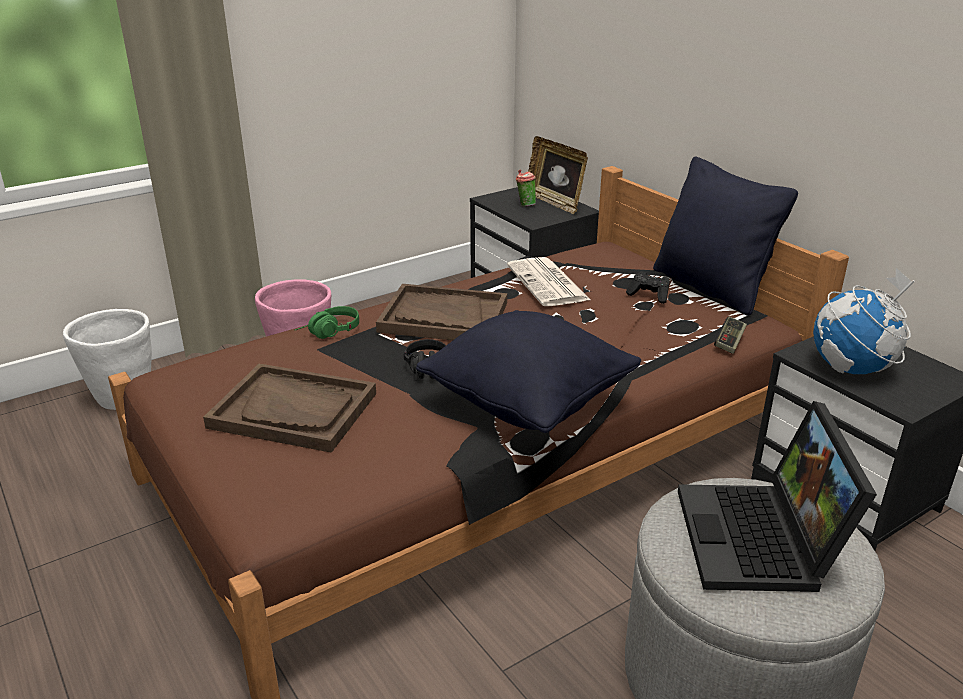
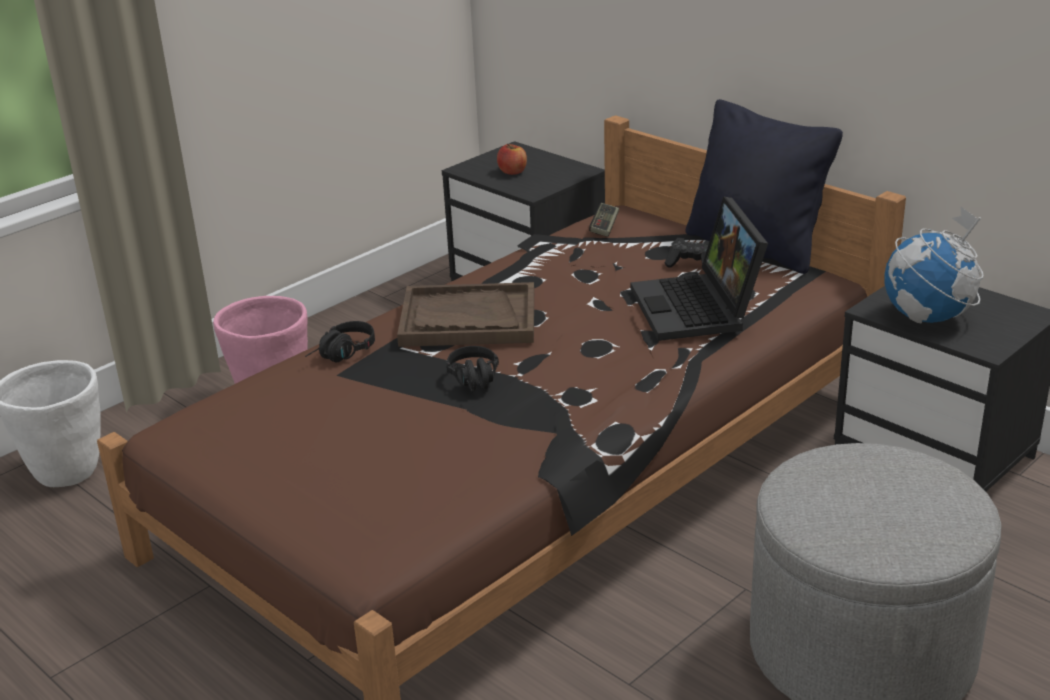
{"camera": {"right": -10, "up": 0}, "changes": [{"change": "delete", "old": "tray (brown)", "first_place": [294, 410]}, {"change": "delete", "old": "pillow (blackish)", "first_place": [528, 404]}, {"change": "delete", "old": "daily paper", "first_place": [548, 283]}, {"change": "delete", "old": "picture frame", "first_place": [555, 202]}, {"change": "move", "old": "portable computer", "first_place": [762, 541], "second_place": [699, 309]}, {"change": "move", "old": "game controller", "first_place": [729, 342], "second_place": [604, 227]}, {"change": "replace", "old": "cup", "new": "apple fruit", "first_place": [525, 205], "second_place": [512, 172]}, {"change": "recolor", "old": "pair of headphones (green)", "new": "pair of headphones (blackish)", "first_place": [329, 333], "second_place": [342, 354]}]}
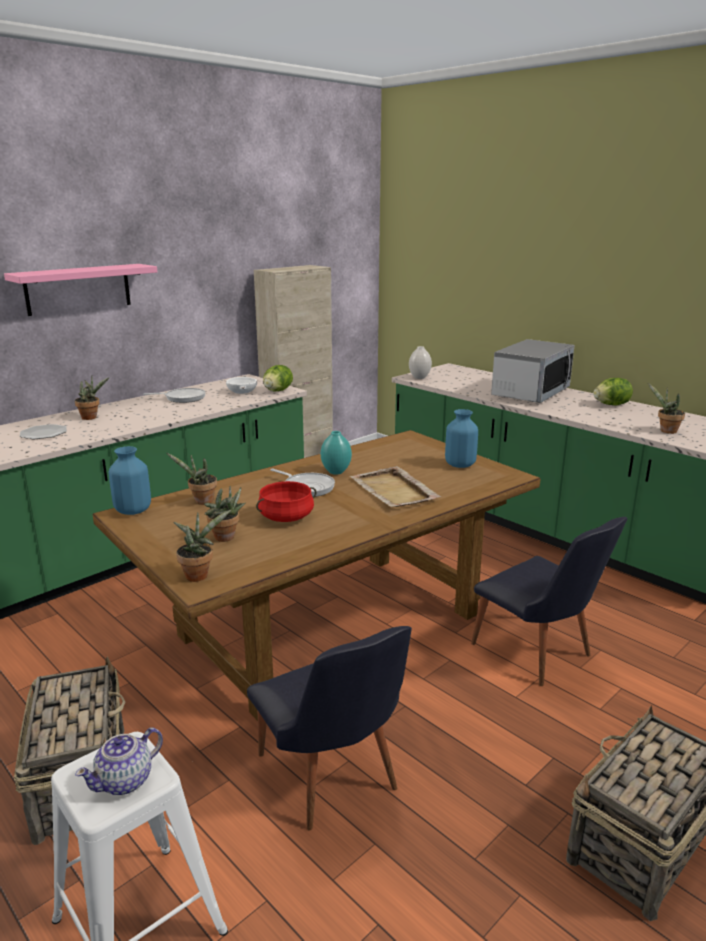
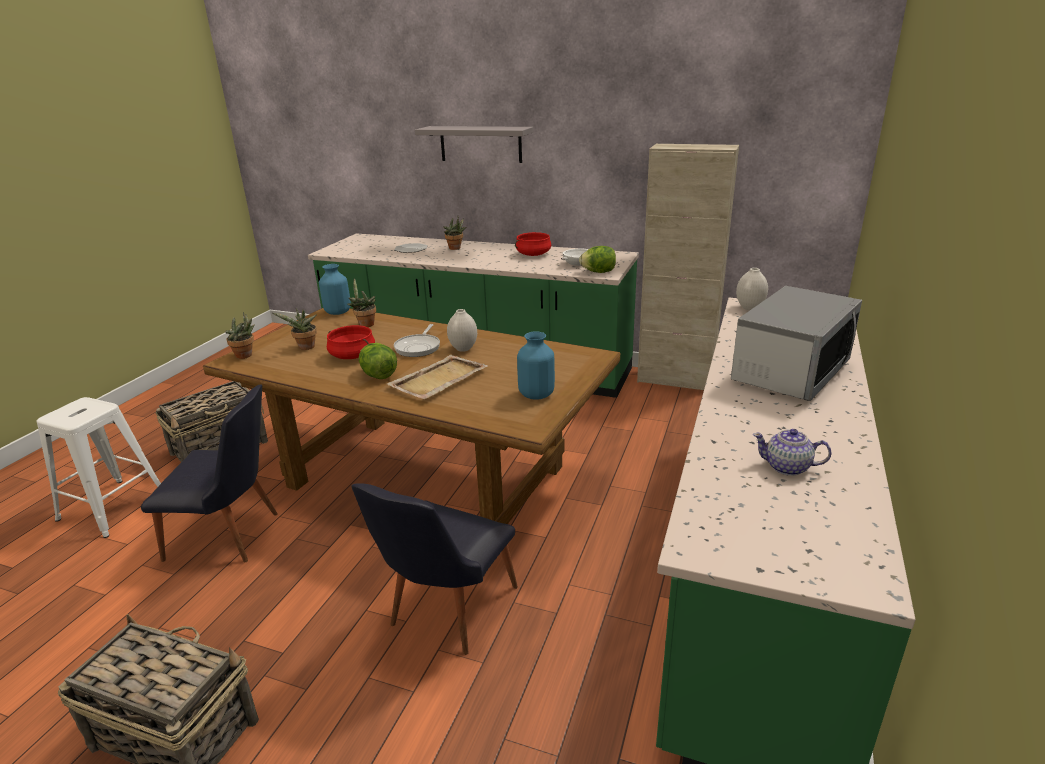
{"camera": {"right": 65, "up": 5}, "changes": [{"change": "delete", "old": "houseplant", "first_place": [665, 431]}, {"change": "move", "old": "teapot", "first_place": [126, 780], "second_place": [788, 467]}, {"change": "move", "old": "lettuce head", "first_place": [611, 405], "second_place": [378, 375]}, {"change": "replace", "old": "pan", "new": "stockpot (red)", "first_place": [182, 398], "second_place": [533, 254]}, {"change": "recolor", "old": "wall shelf (pink)", "new": "wall shelf (grey)", "first_place": [78, 289], "second_place": [480, 144]}, {"change": "recolor", "old": "vase (turquoise)", "new": "vase (whitish)", "first_place": [336, 472], "second_place": [463, 349]}, {"change": "rotate", "old": "plain chair (blackish)", "first_place": [332, 781], "second_place": [233, 537], "degrees": -120}, {"change": "rotate", "old": "microwave", "first_place": [530, 393], "second_place": [790, 372], "degrees": -60}]}
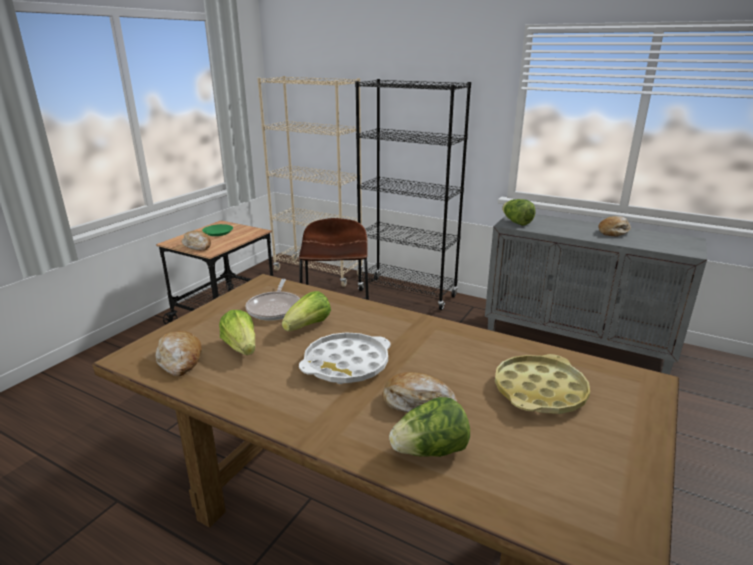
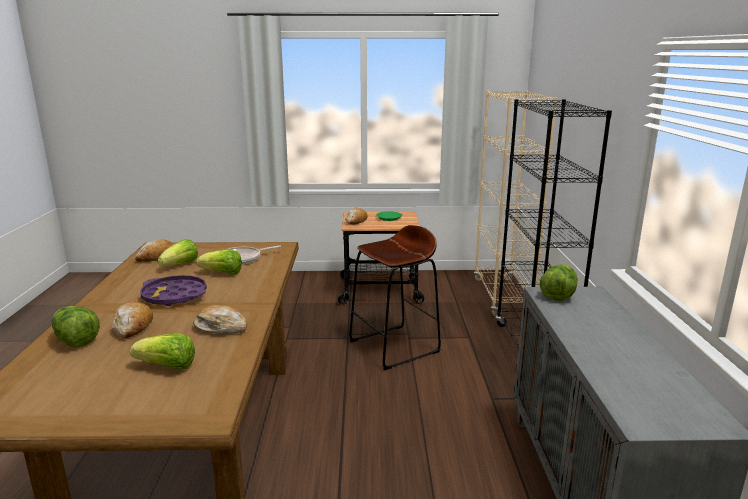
{"camera": {"right": 60, "up": -5}, "changes": [{"change": "move", "old": "baked bread", "first_place": [614, 232], "second_place": [221, 327]}, {"change": "replace", "old": "tray (yellow)", "new": "lettuce head", "first_place": [540, 391], "second_place": [167, 366]}, {"change": "recolor", "old": "tray (whitish)", "new": "tray (purplish)", "first_place": [346, 364], "second_place": [174, 296]}]}
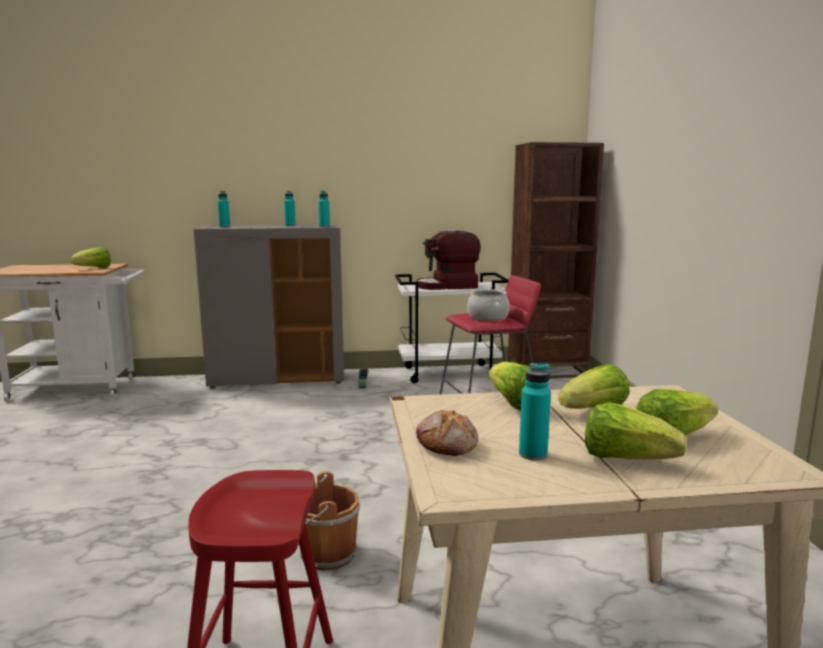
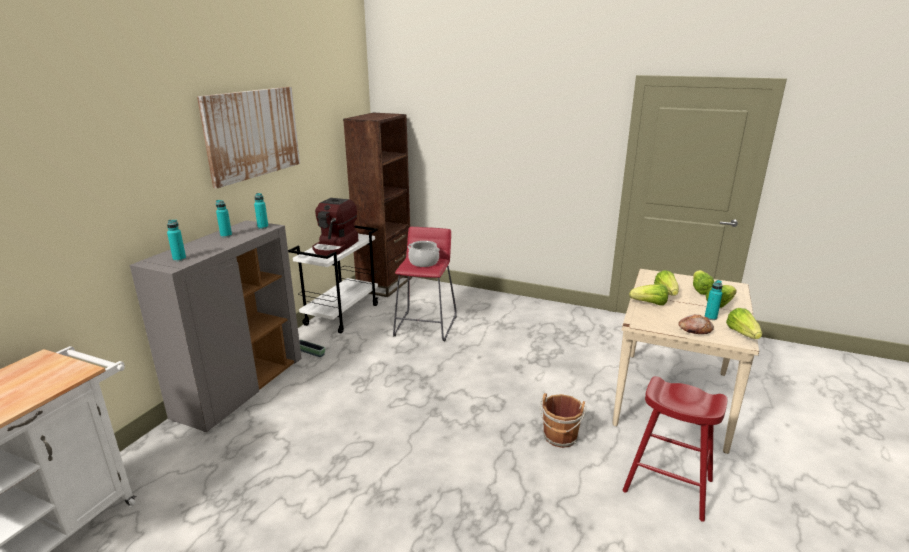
{"camera": {"right": -60, "up": 10}, "changes": [{"change": "insert", "new": "wall picture", "second_place": [253, 134]}, {"change": "move", "old": "lettuce head", "first_place": [94, 268], "second_place": [742, 334]}]}
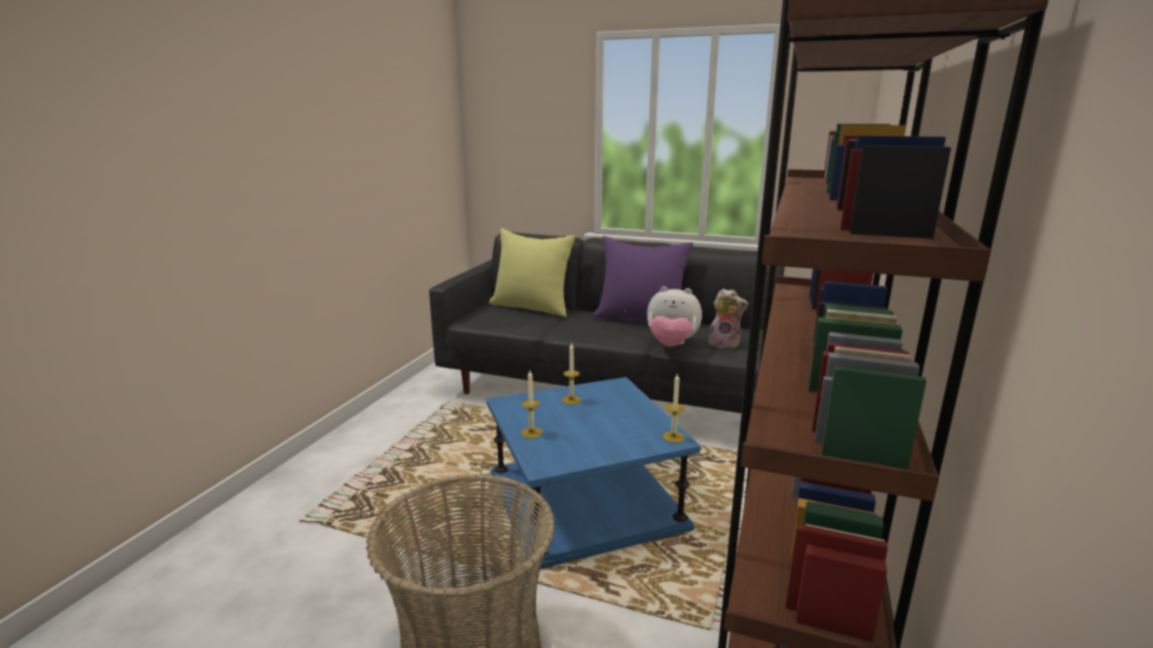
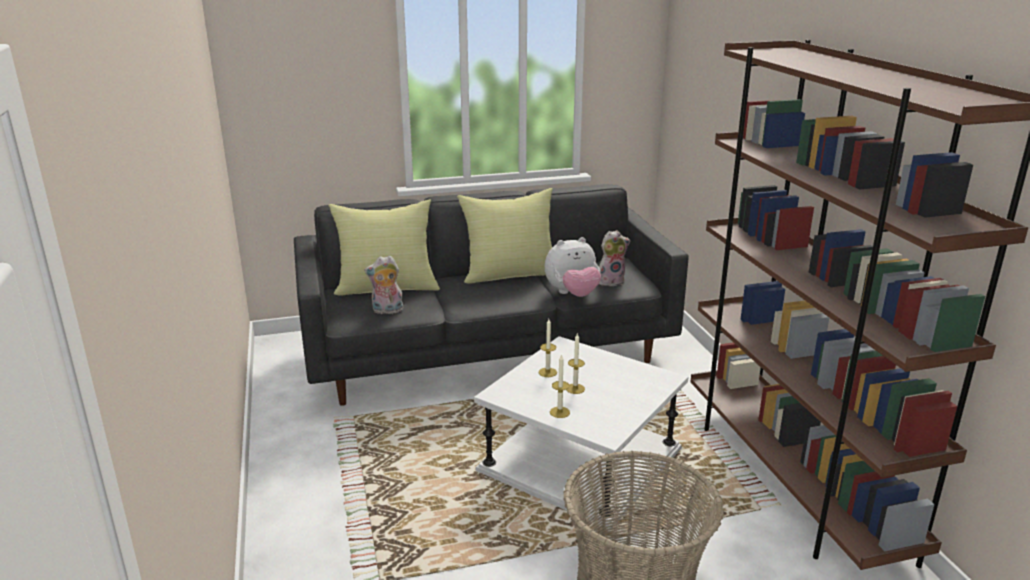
{"camera": {"right": -35, "up": 5}, "changes": [{"change": "insert", "new": "soft toy", "second_place": [387, 311]}, {"change": "move", "old": "candle", "first_place": [673, 437], "second_place": [575, 388]}, {"change": "recolor", "old": "side table (bluish)", "new": "side table (whitish)", "first_place": [584, 500], "second_place": [580, 460]}, {"change": "recolor", "old": "pillow (purplish)", "new": "pillow (yellow)", "first_place": [641, 319], "second_place": [511, 274]}]}
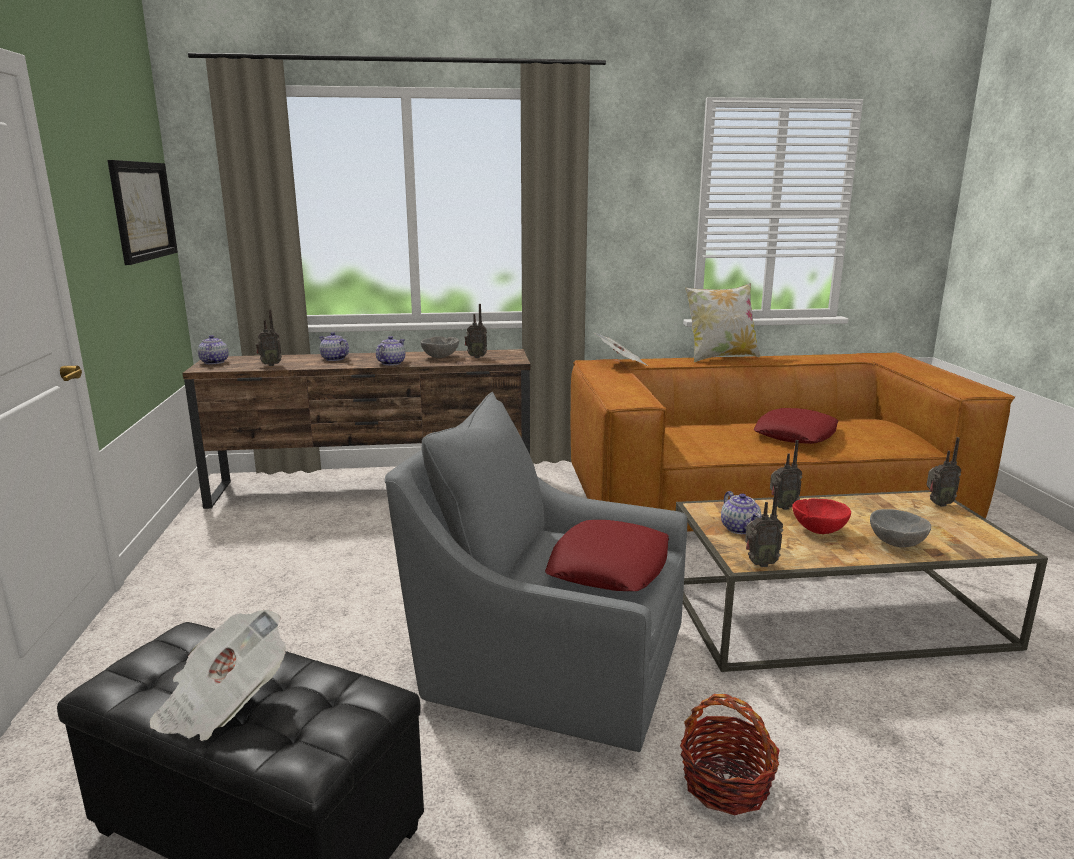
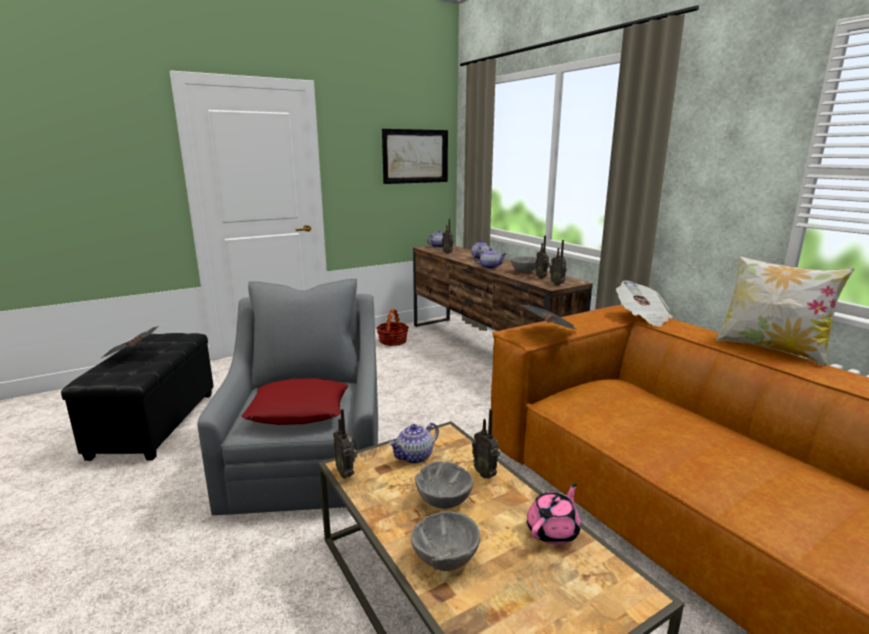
{"camera": {"right": 65, "up": 0}, "changes": [{"change": "delete", "old": "pillow (red)", "first_place": [795, 434]}, {"change": "insert", "new": "daily paper", "second_place": [550, 333]}, {"change": "insert", "new": "teapot (pink)", "second_place": [553, 531]}, {"change": "move", "old": "basket", "first_place": [726, 784], "second_place": [393, 341]}, {"change": "move", "old": "radio receiver", "first_place": [937, 504], "second_place": [557, 284]}, {"change": "recolor", "old": "deep dish (red)", "new": "deep dish (grey)", "first_place": [818, 530], "second_place": [443, 500]}]}
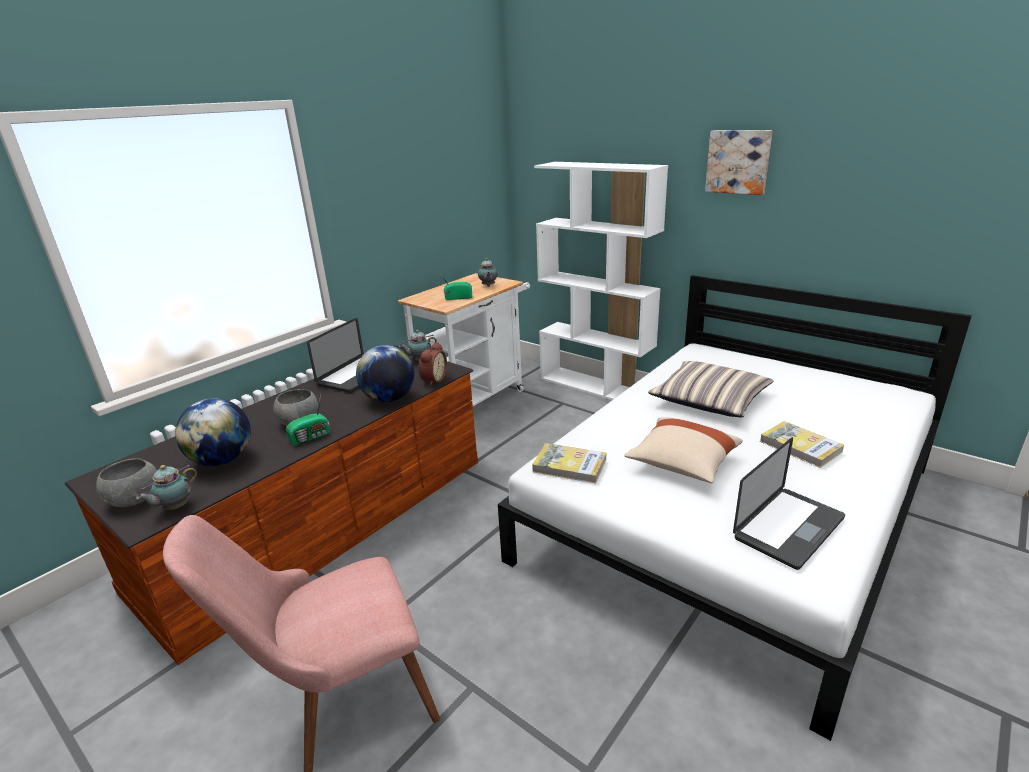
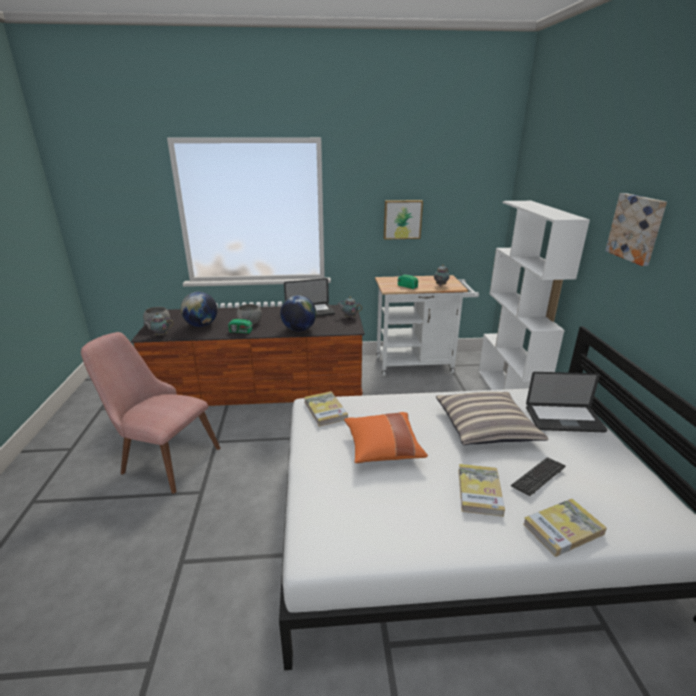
{"camera": {"right": 45, "up": 0}, "changes": [{"change": "delete", "old": "table clock", "first_place": [432, 380]}, {"change": "insert", "new": "wall picture", "second_place": [402, 219]}, {"change": "insert", "new": "keyboard", "second_place": [538, 477]}, {"change": "insert", "new": "volume", "second_place": [563, 529]}, {"change": "move", "old": "portable computer", "first_place": [788, 528], "second_place": [564, 419]}, {"change": "recolor", "old": "pillow (beige)", "new": "pillow (orange)", "first_place": [682, 464], "second_place": [382, 448]}]}
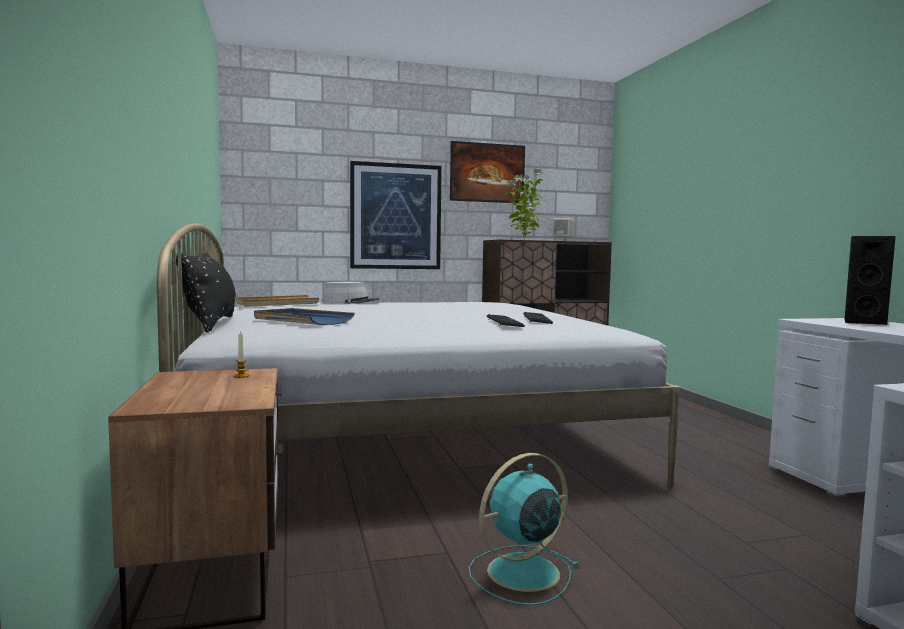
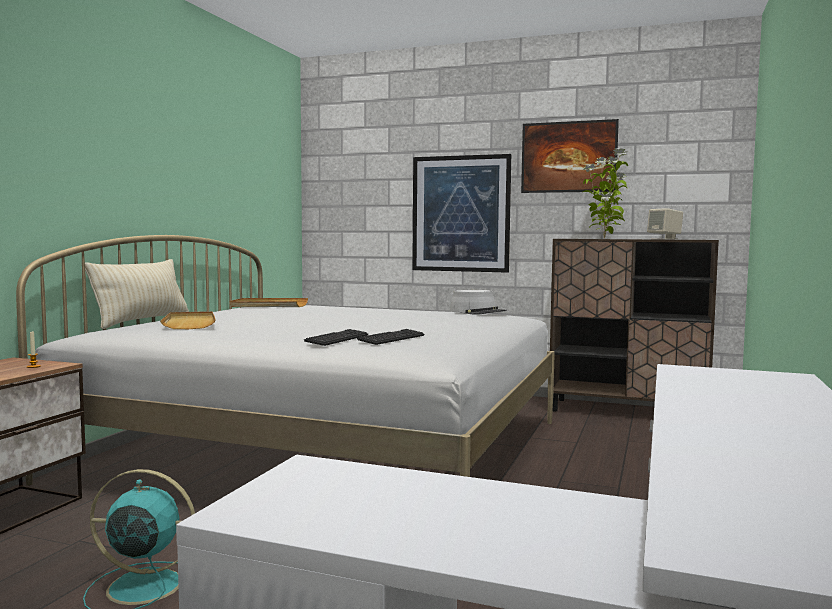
{"camera": {"right": 35, "up": 0}, "changes": [{"change": "delete", "old": "audio speaker (blackish)", "first_place": [862, 322]}, {"change": "move", "old": "hat (grey)", "first_place": [350, 302], "second_place": [477, 312]}, {"change": "recolor", "old": "pillow (blackish)", "new": "pillow (beige)", "first_place": [209, 324], "second_place": [142, 321]}, {"change": "recolor", "old": "tray (bluish)", "new": "tray (beige)", "first_place": [301, 320], "second_place": [190, 323]}]}
